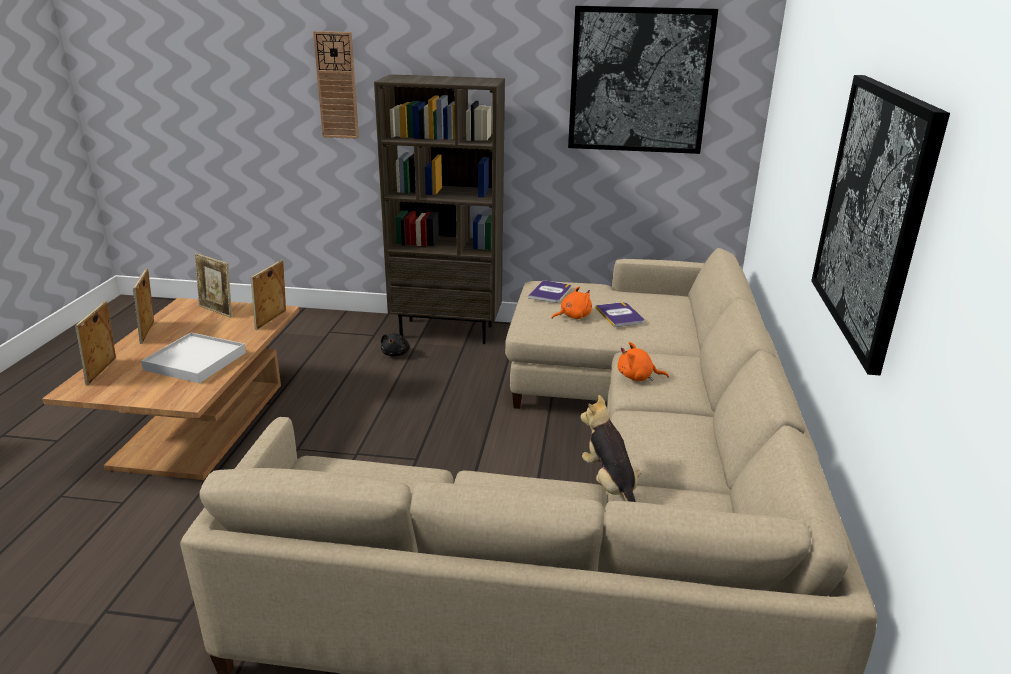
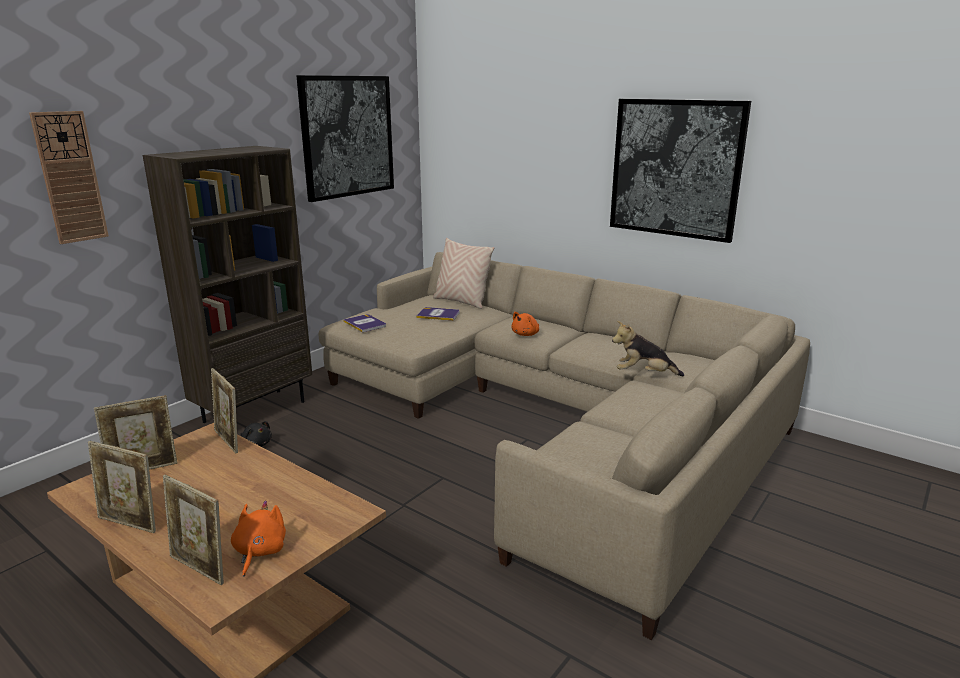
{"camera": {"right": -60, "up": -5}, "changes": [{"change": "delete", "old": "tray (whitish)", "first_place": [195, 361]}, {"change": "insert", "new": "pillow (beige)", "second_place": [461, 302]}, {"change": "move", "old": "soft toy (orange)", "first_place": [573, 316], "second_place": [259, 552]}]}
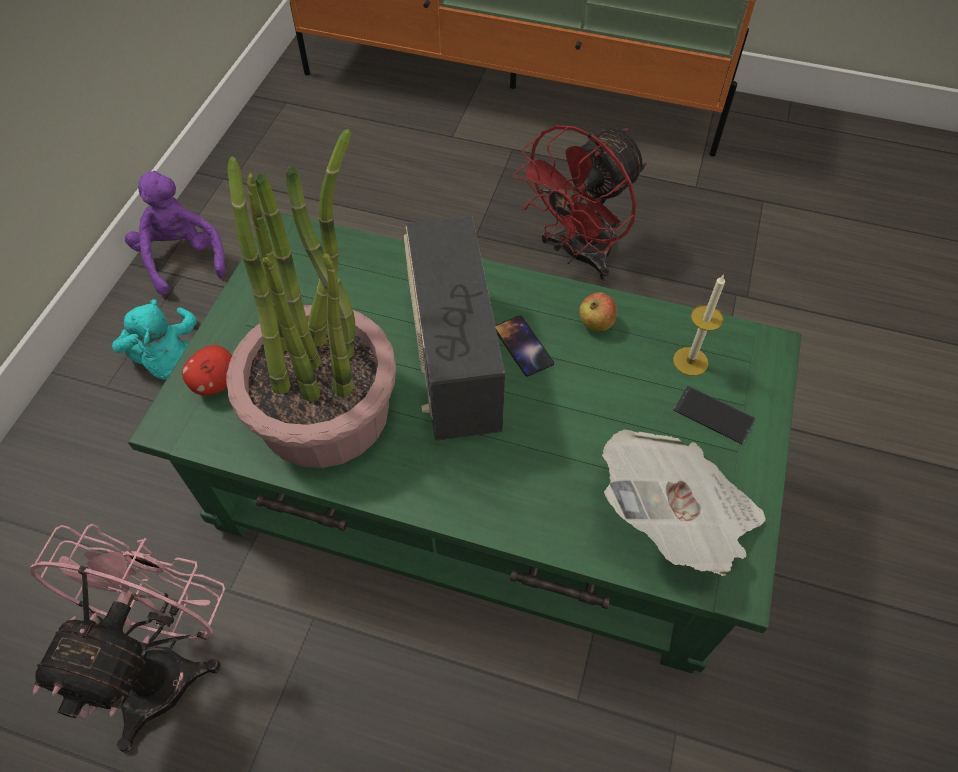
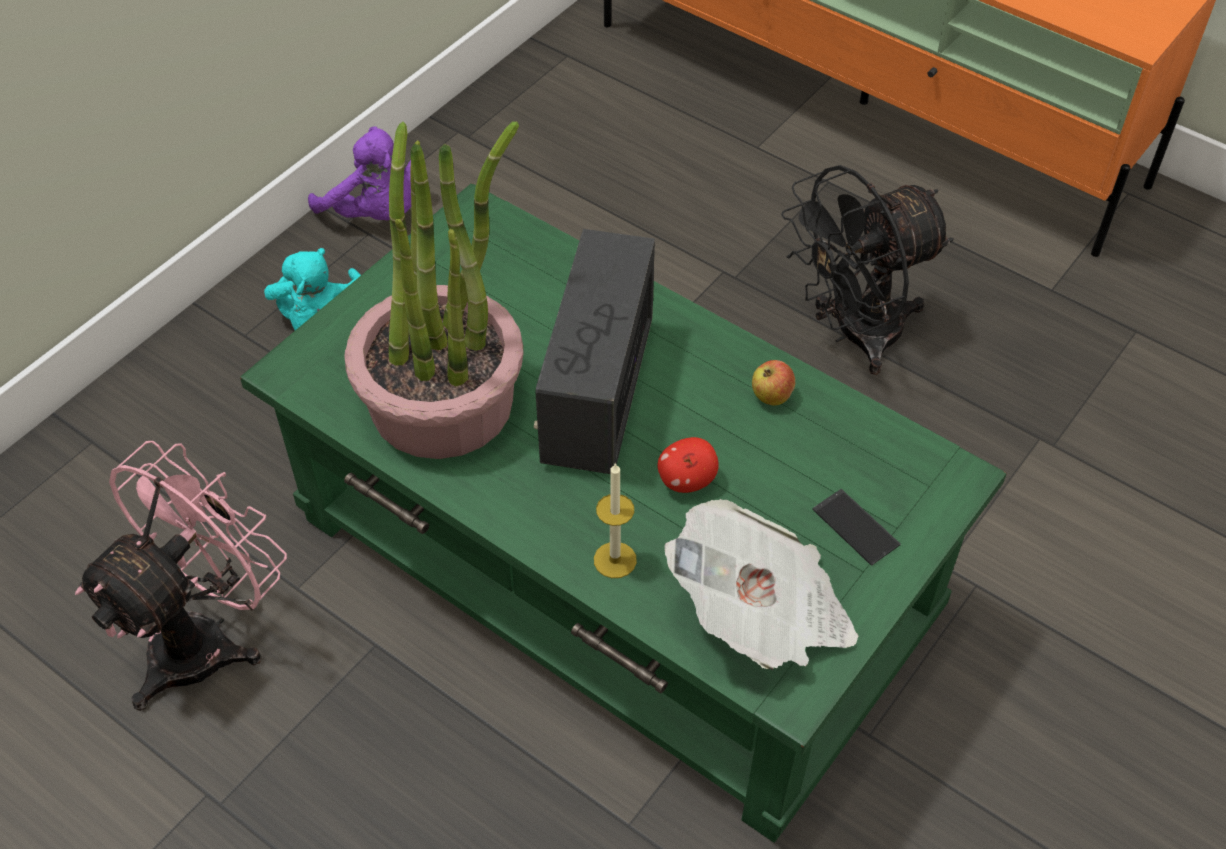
{"camera": {"right": 20, "up": -5}, "changes": [{"change": "delete", "old": "handset", "first_place": [523, 346]}, {"change": "move", "old": "apple fruit", "first_place": [216, 383], "second_place": [687, 480]}, {"change": "move", "old": "candle", "first_place": [690, 361], "second_place": [615, 560]}, {"change": "recolor", "old": "electric fan (red)", "new": "electric fan (blackish)", "first_place": [577, 255], "second_place": [853, 335]}, {"change": "rotate", "old": "soft toy (purplish)", "first_place": [182, 258], "second_place": [377, 214], "degrees": 135}]}
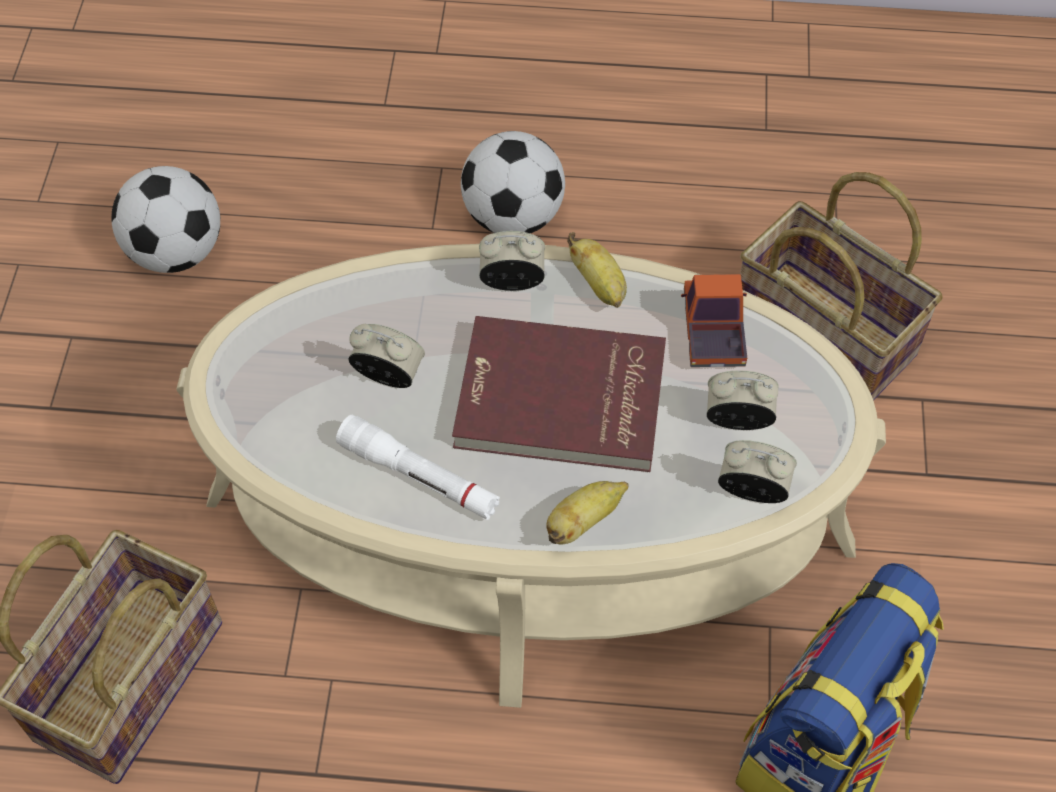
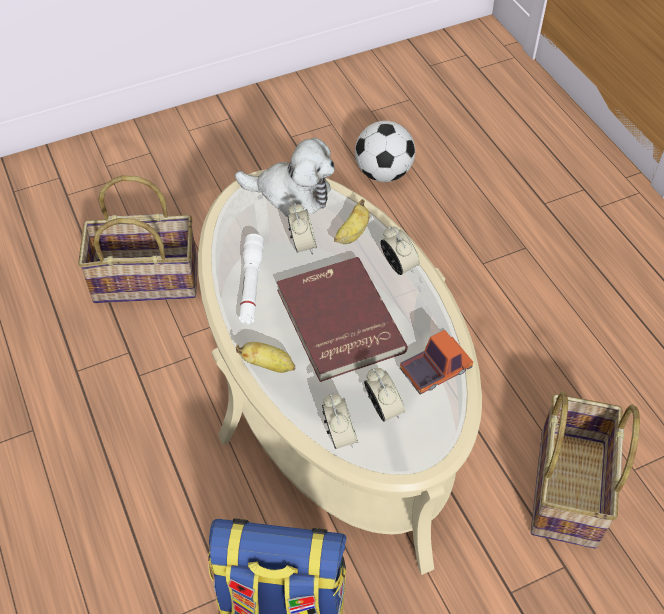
{"camera": {"right": 60, "up": -5}, "changes": [{"change": "delete", "old": "ball for football", "first_place": [513, 217]}, {"change": "insert", "new": "soft toy", "second_place": [291, 194]}, {"change": "move", "old": "banana fruit", "first_place": [599, 285], "second_place": [352, 234]}]}
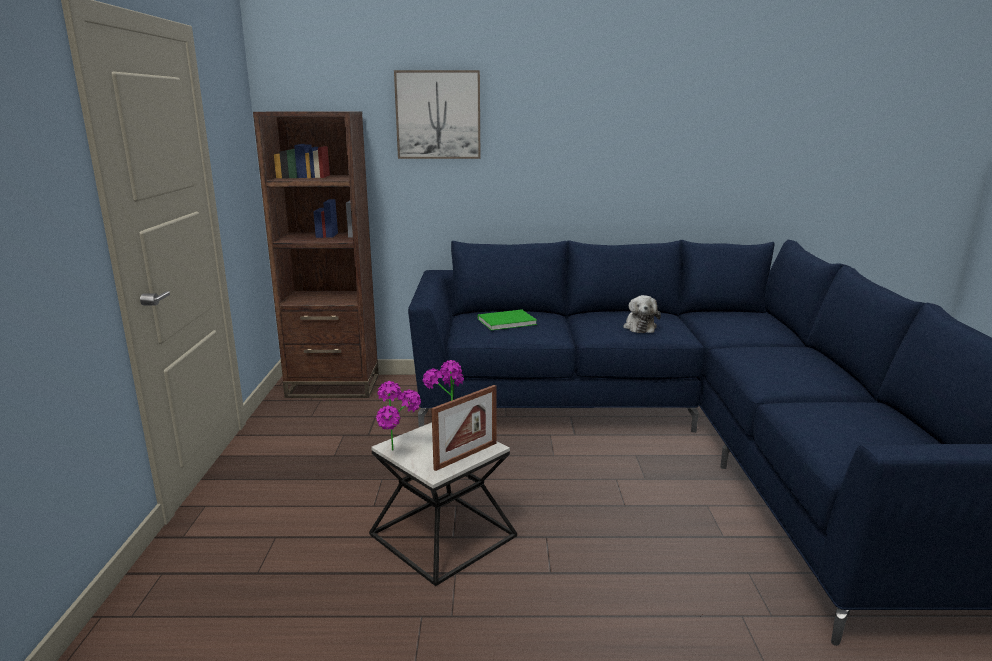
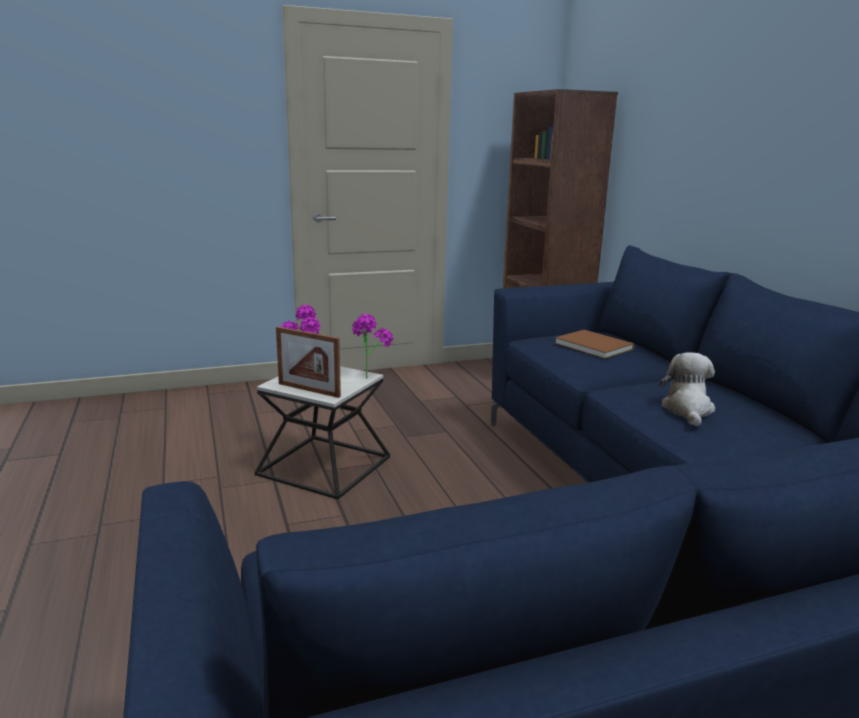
{"camera": {"right": 70, "up": 0}, "changes": [{"change": "delete", "old": "wall picture", "first_place": [438, 115]}, {"change": "recolor", "old": "volume (green)", "new": "volume (brown)", "first_place": [504, 321], "second_place": [593, 345]}, {"change": "rotate", "old": "soft toy", "first_place": [639, 327], "second_place": [687, 410], "degrees": 120}]}
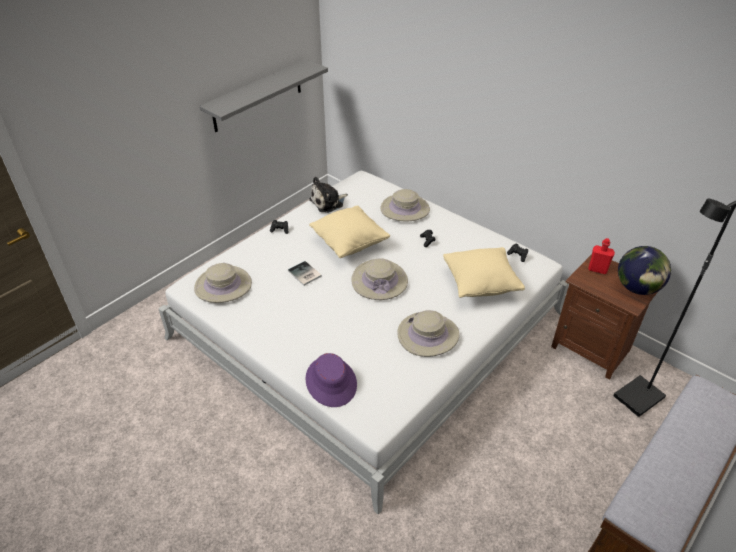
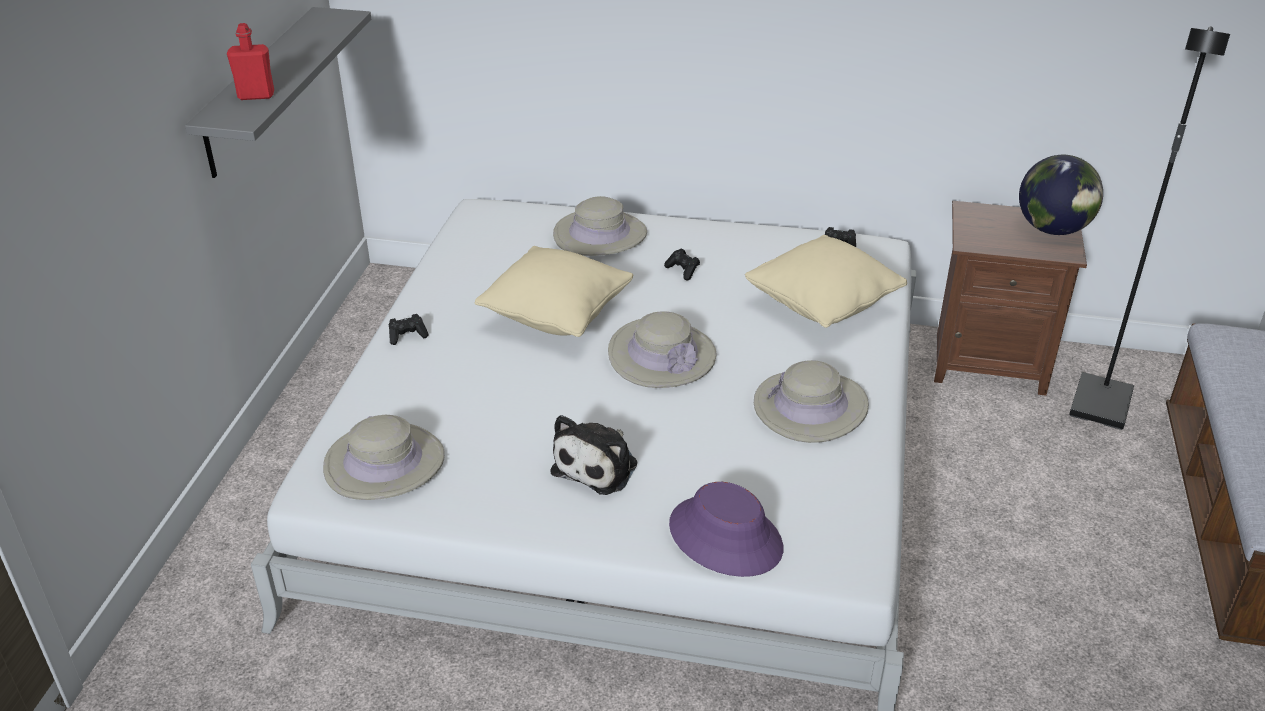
{"camera": {"right": -30, "up": -5}, "changes": [{"change": "delete", "old": "volume", "first_place": [304, 274]}, {"change": "move", "old": "soft toy", "first_place": [328, 202], "second_place": [598, 465]}, {"change": "move", "old": "beverage bottle (red)", "first_place": [597, 269], "second_place": [256, 95]}]}
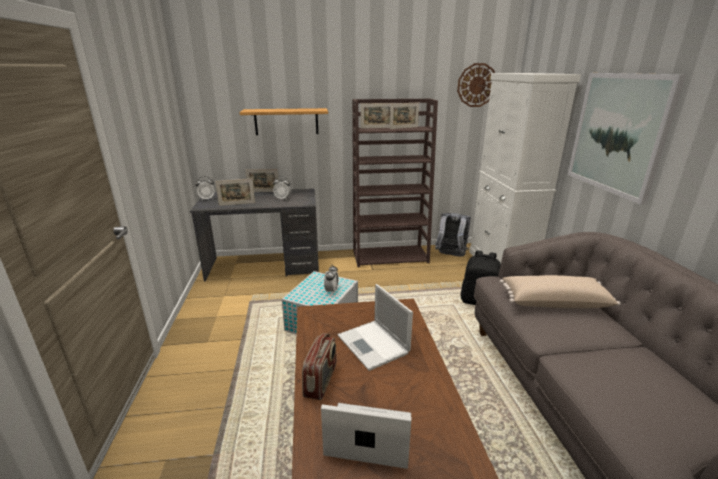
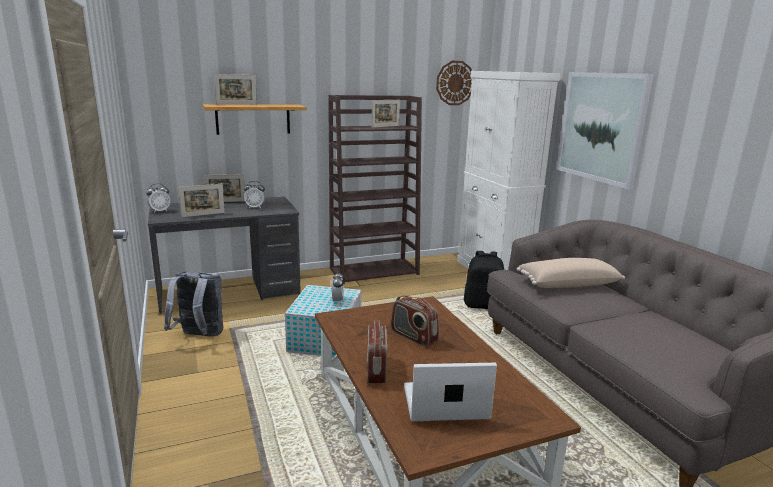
{"camera": {"right": -15, "up": -5}, "changes": [{"change": "move", "old": "picture frame", "first_place": [376, 128], "second_place": [236, 104]}, {"change": "move", "old": "backpack (grey)", "first_place": [450, 256], "second_place": [199, 336]}, {"change": "replace", "old": "portable computer", "new": "radio receiver", "first_place": [374, 345], "second_place": [413, 337]}]}
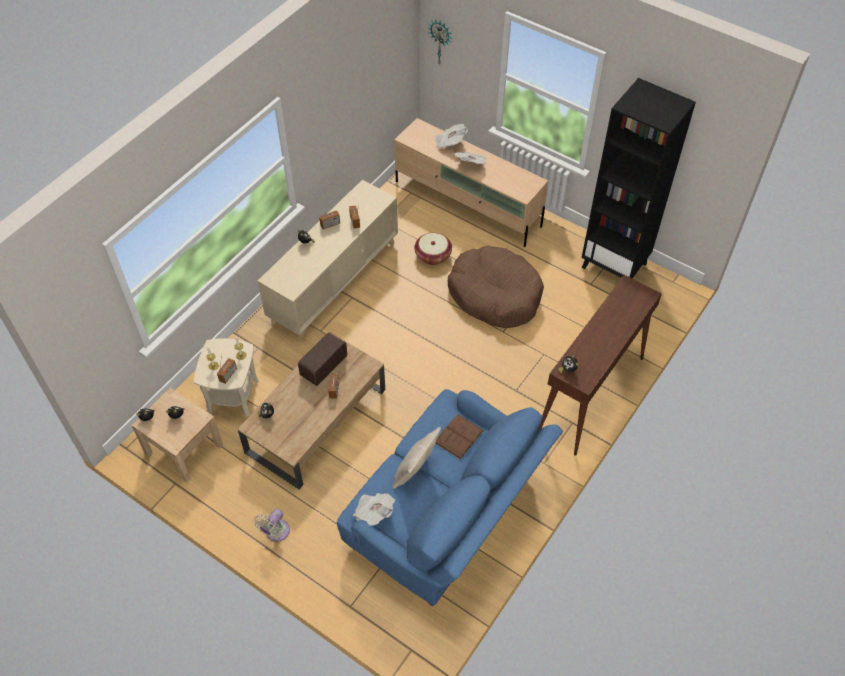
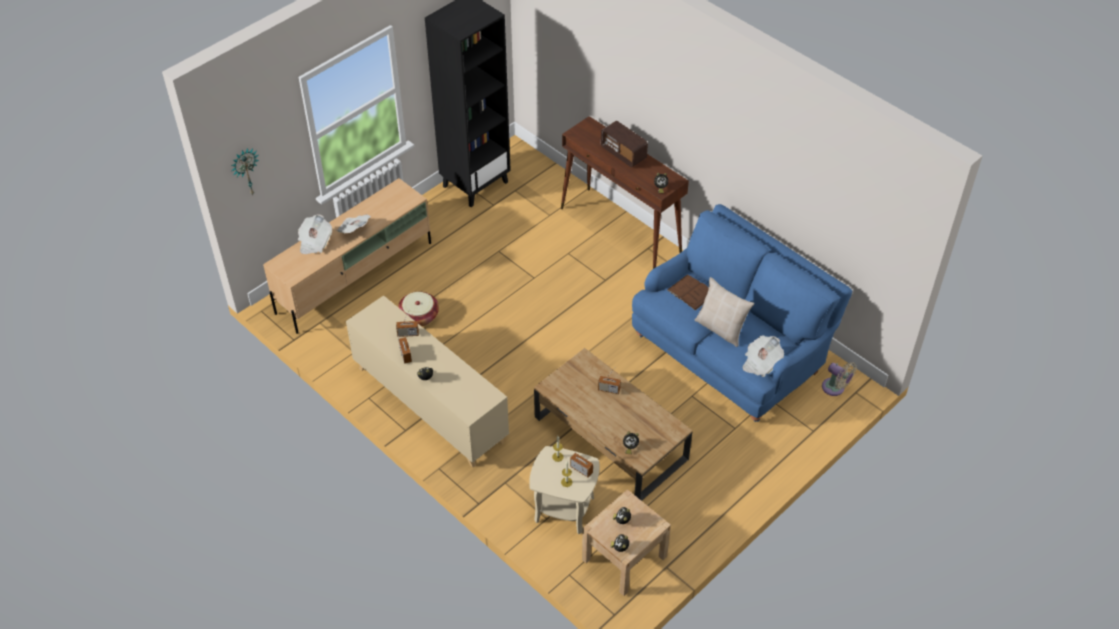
{"camera": {"right": -80, "up": -5}, "changes": [{"change": "delete", "old": "pet bed (brown)", "first_place": [494, 294]}, {"change": "move", "old": "electric fan (beige)", "first_place": [276, 532], "second_place": [835, 388]}, {"change": "move", "old": "radio receiver", "first_place": [324, 366], "second_place": [623, 153]}]}
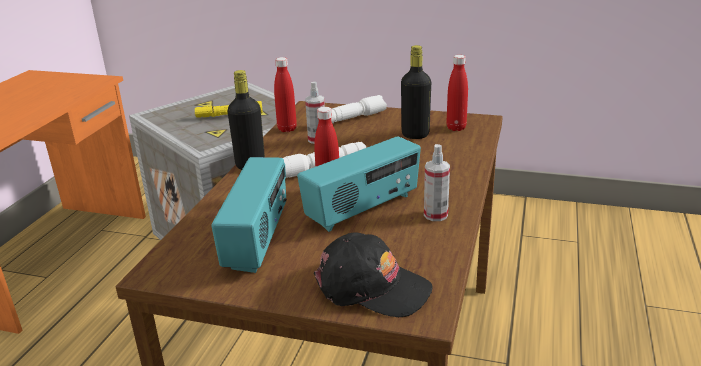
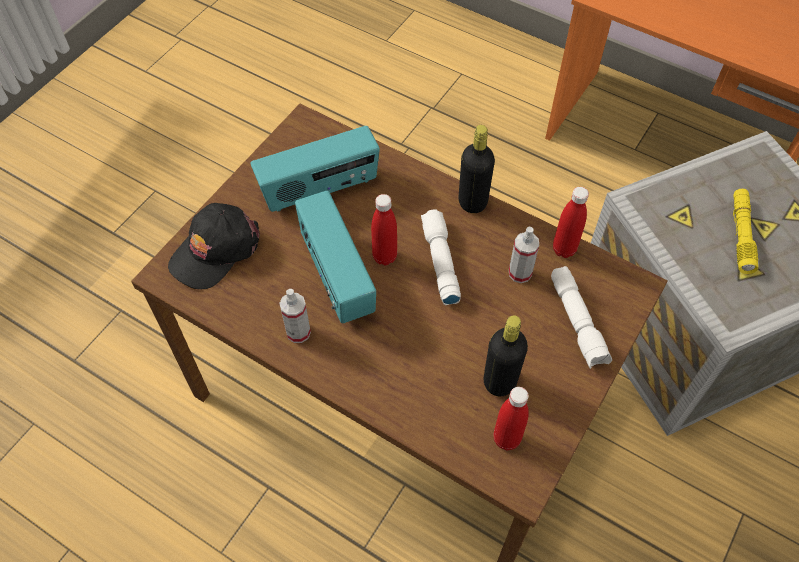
{"camera": {"right": 105, "up": 30}, "changes": [{"change": "rotate", "old": "radio receiver", "first_place": [258, 240], "second_place": [320, 190], "degrees": -45}]}
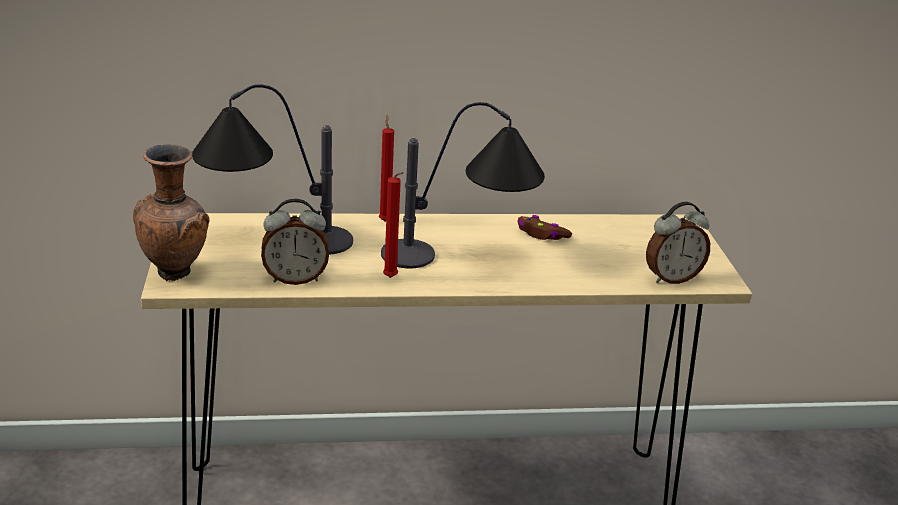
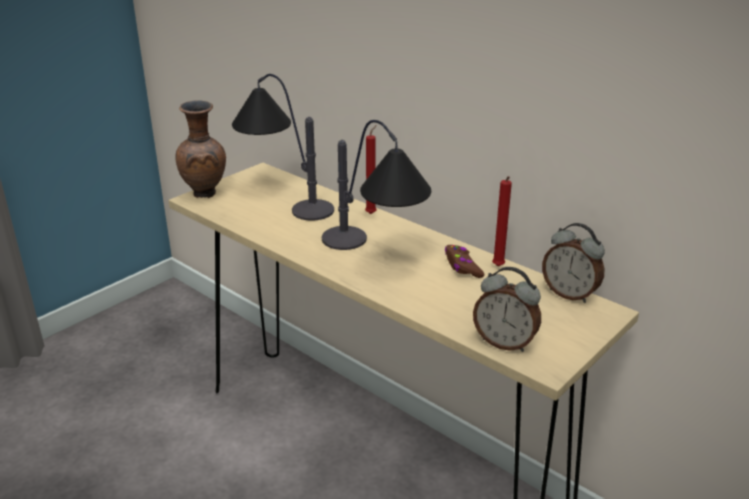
{"camera": {"right": 50, "up": 0}, "changes": [{"change": "move", "old": "table clock", "first_place": [295, 278], "second_place": [569, 294]}, {"change": "move", "old": "candle (red)", "first_place": [391, 278], "second_place": [498, 267]}]}
